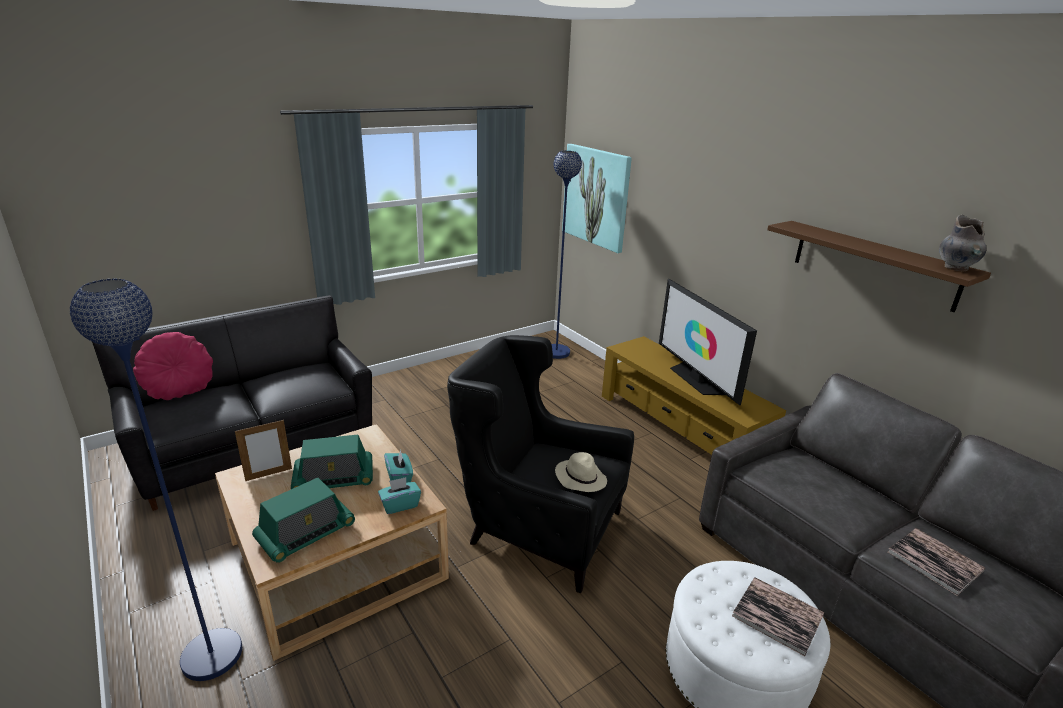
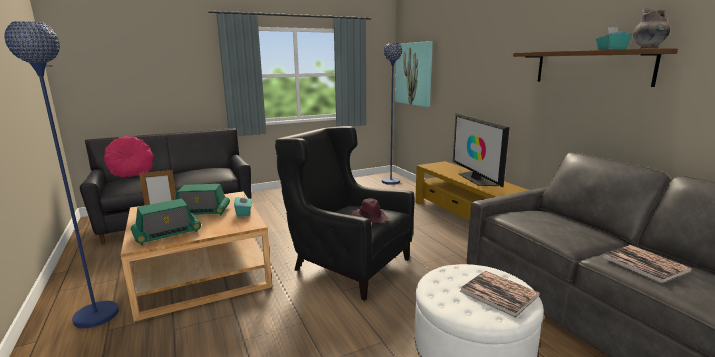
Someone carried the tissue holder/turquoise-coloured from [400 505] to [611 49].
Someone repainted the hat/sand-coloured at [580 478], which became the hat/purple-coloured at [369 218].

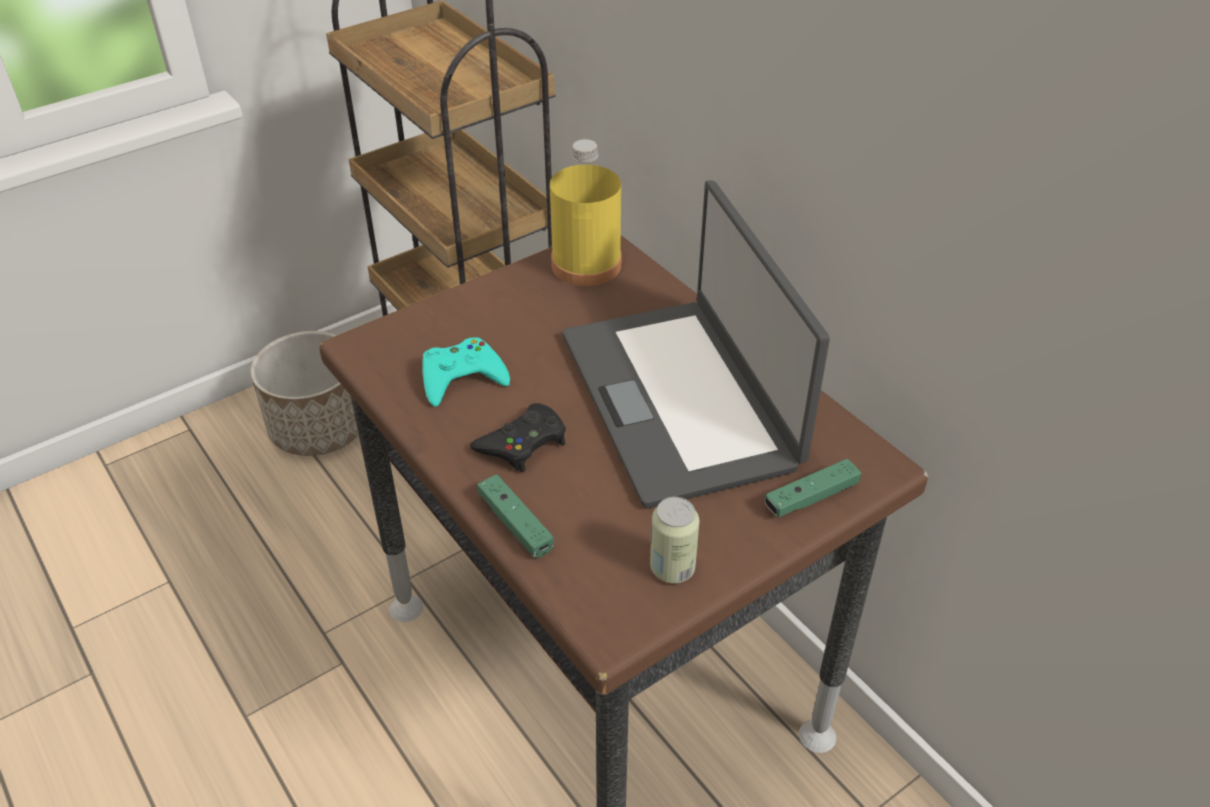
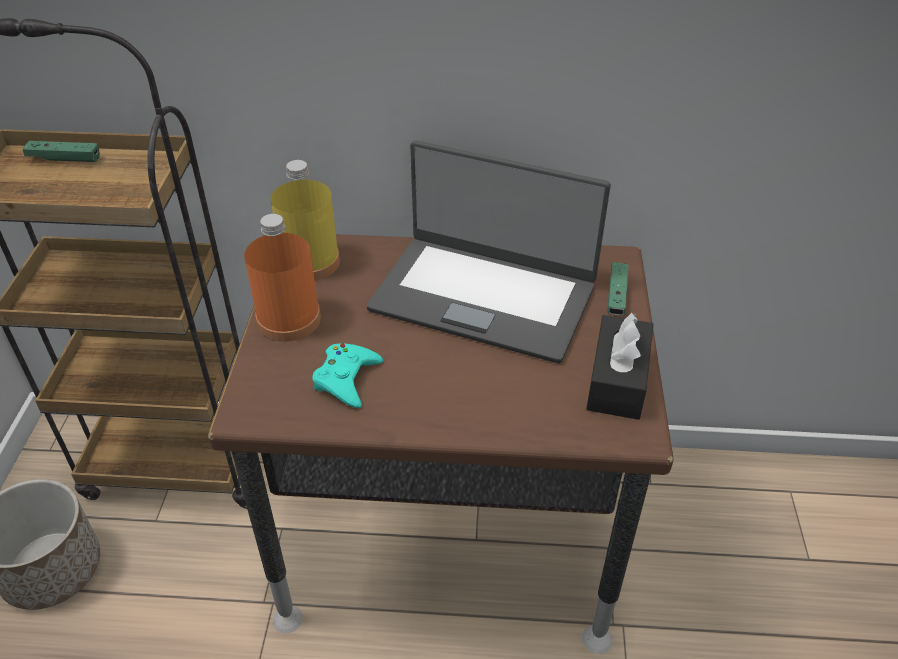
Someone took away the gamepad/black at [523 443].
Someone carried the gamepad/green from [515 524] to [64 159].
Someone swapped the metal can at [672 568] for the tissue holder/black at [617 380].
Someone put down the bottle/orange-coloured at [288 319].

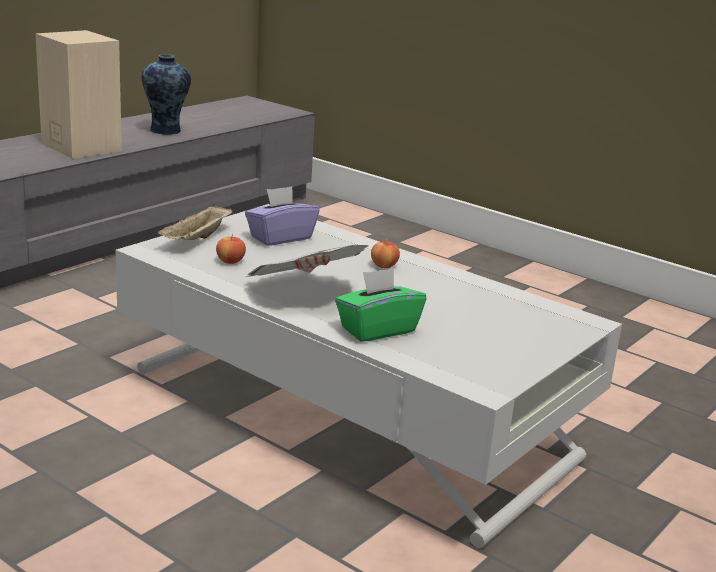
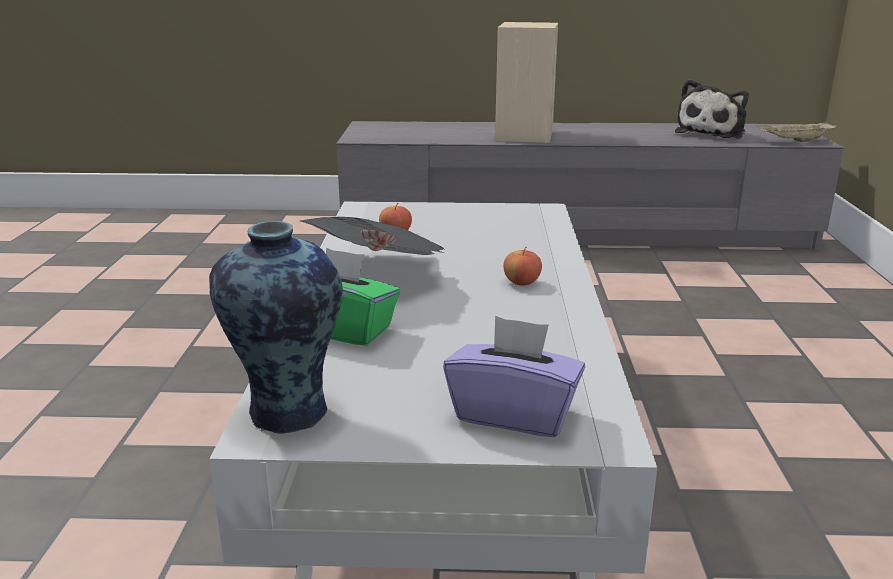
Someone carried the flower vase from [166 131] to [286 414].
Someone carried the tray/sand-coloured from [197 239] to [794 141].
Someone carried the tissue holder/purple-coloured from [280 237] to [514 414].
Someone put down the cuddly toy at [712 133].

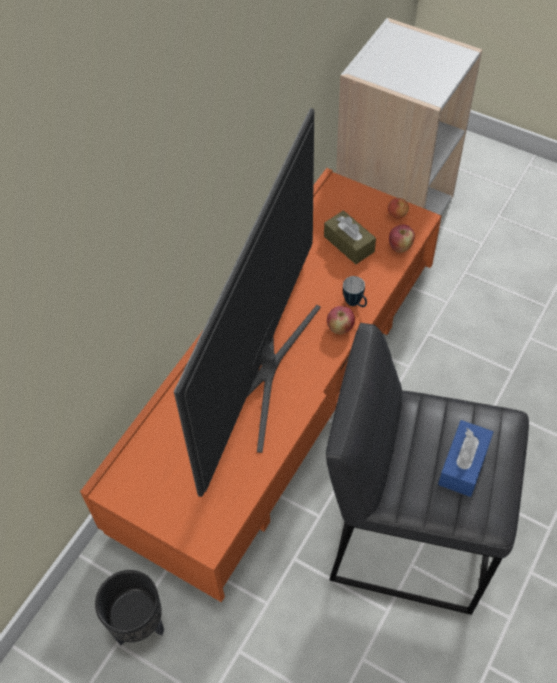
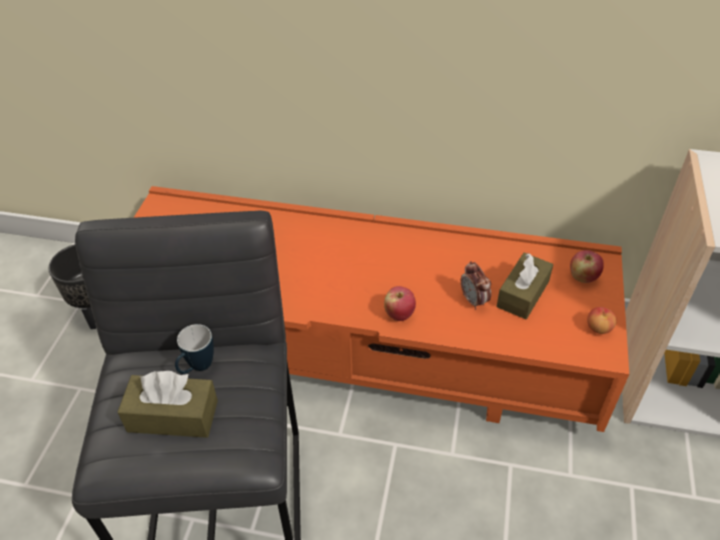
Someone took away the television at [263 367].
Someone carried the coffee mug from [355 304] to [197 368].
Someone carried the apple fruit from [400 247] to [582 277].
Someone repainted the tissue holder/bluish at [463 464], which became the tissue holder/brown at [173 416].
Someone put down the table clock at [473 301].

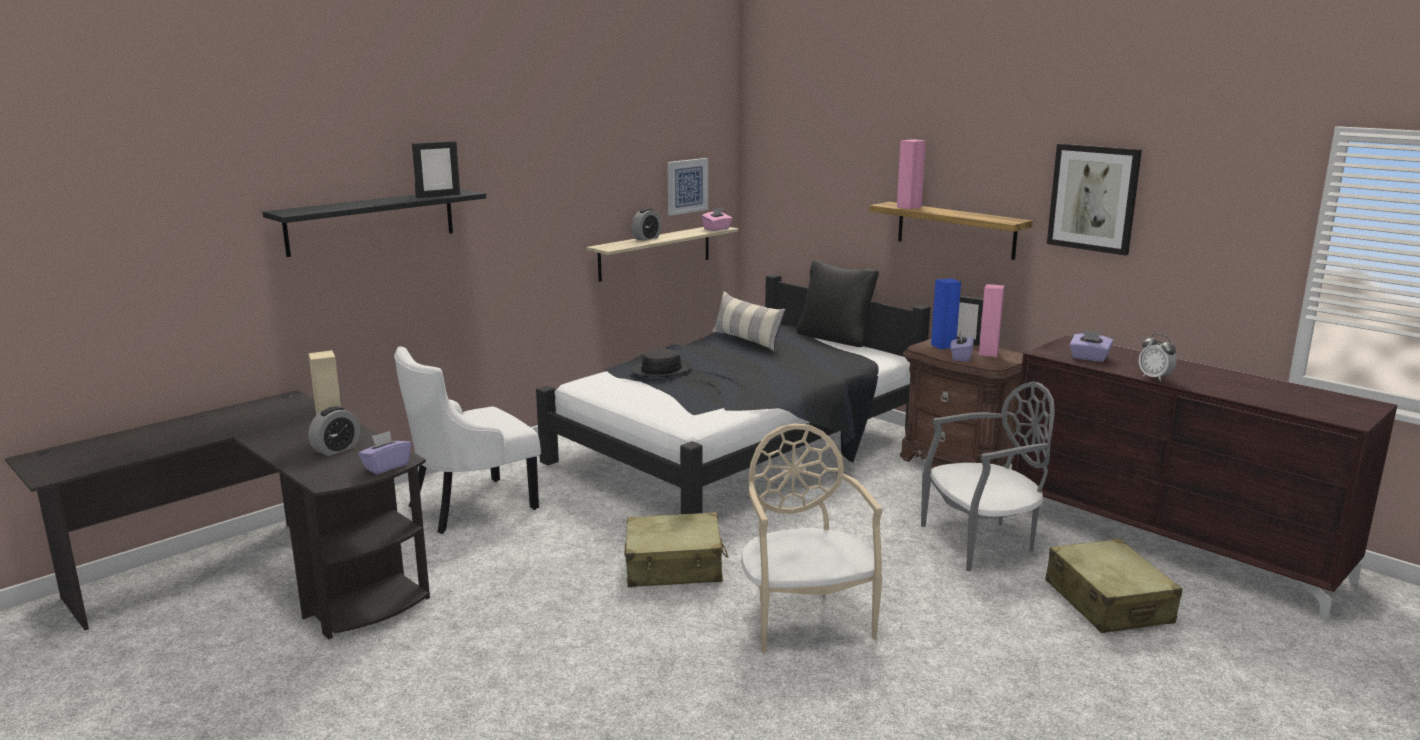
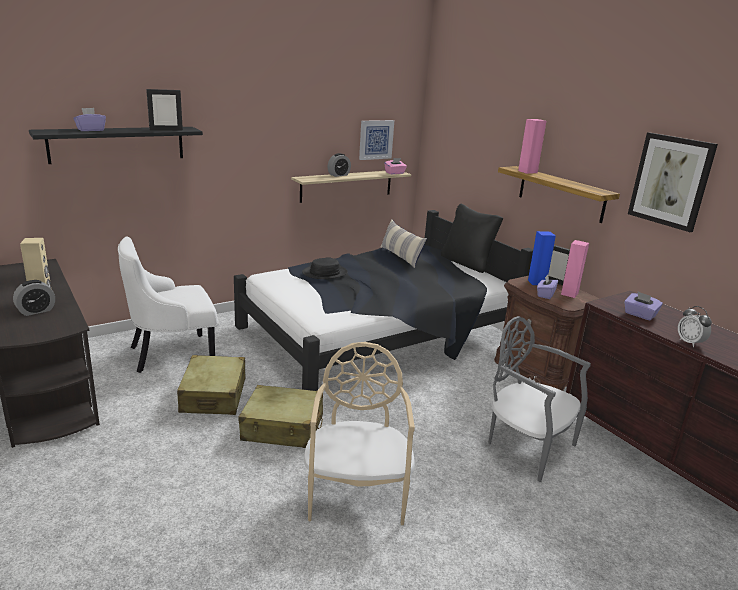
Someone carried the tissue holder/purple-coloured from [386 466] to [90 130].
Someone rotated the plain chair/grey at [982 542] by 135 degrees counterclockwise.
Someone carried the travel case/sand-coloured from [1108 602] to [214 395].

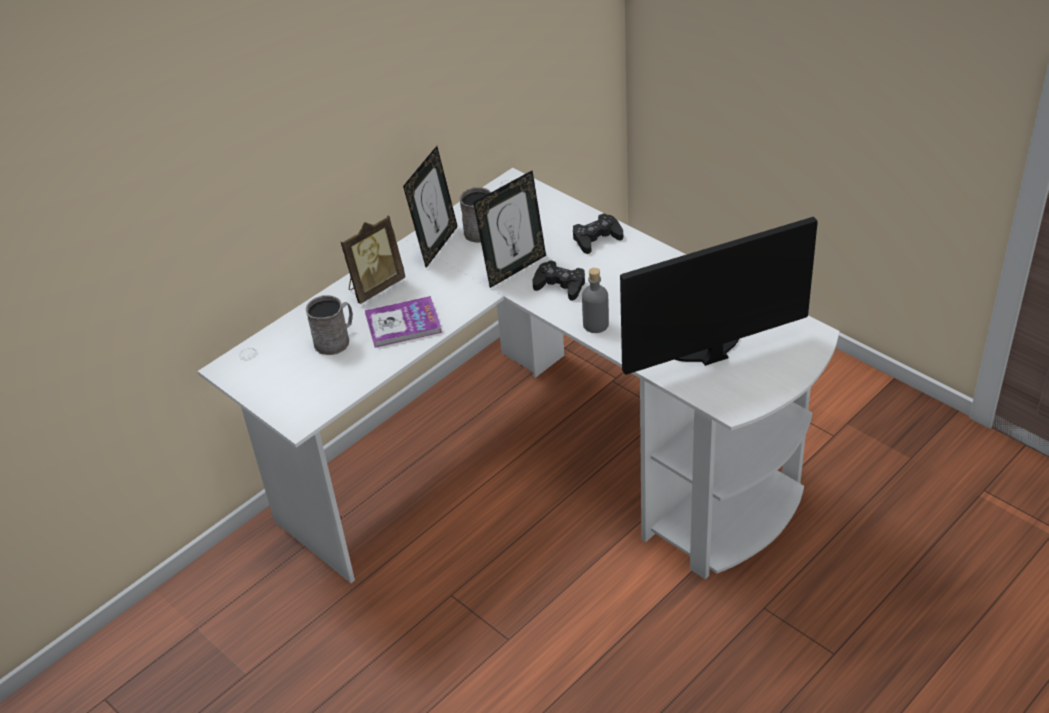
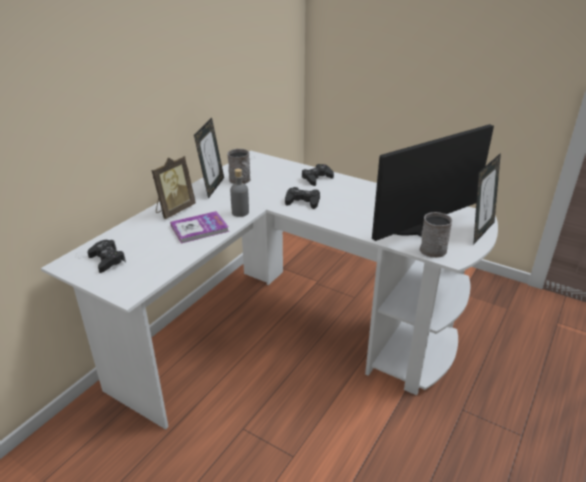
Someone carried the coffee mug/grey from [336 340] to [434 248].
Someone carried the photo frame from [514 268] to [479 231].
Someone carried the bottle/grey from [596 324] to [240 212].
Someone put down the gamepad/black at [107 260].

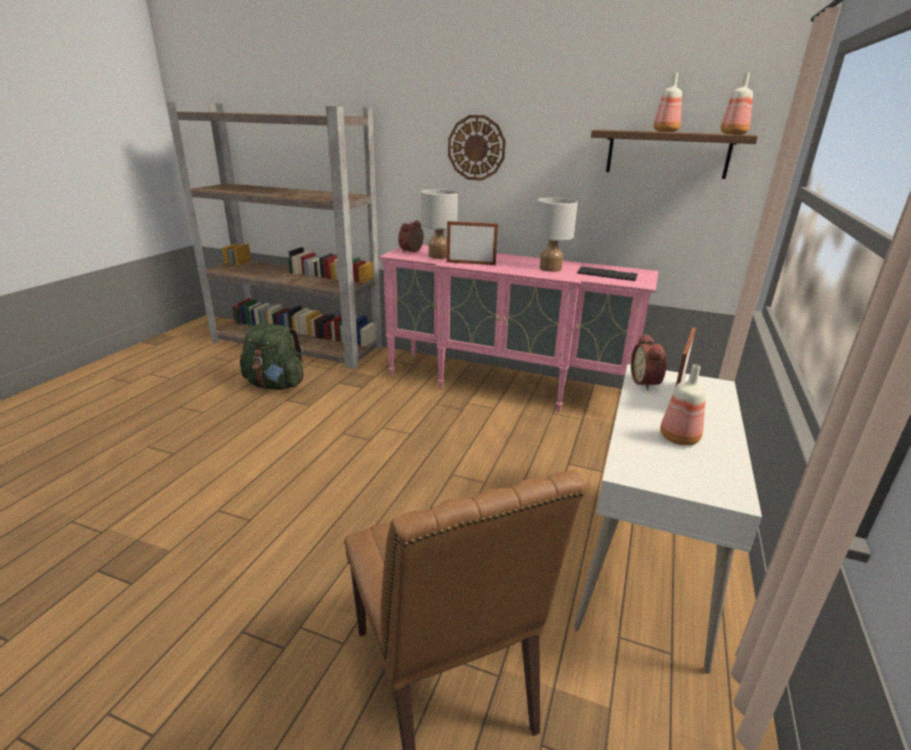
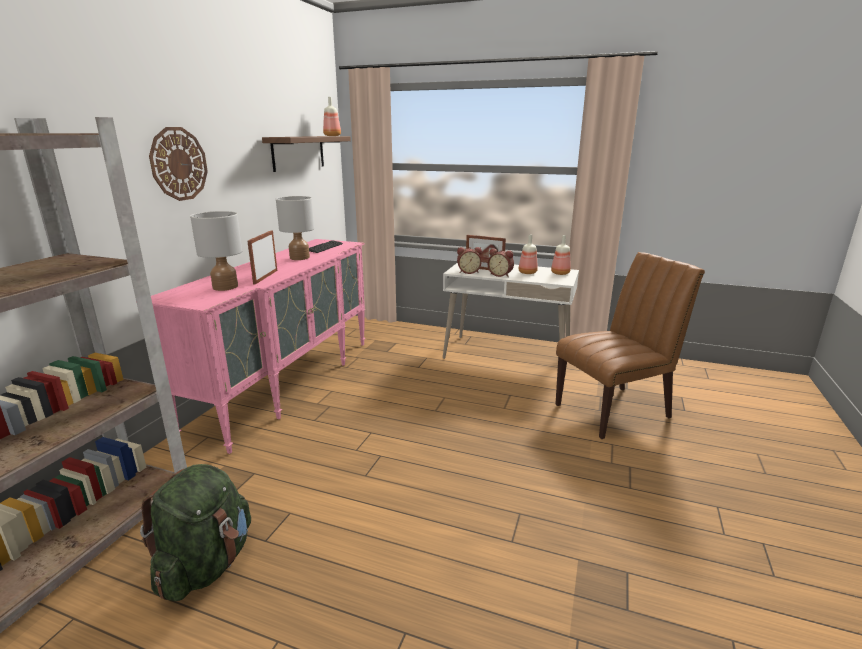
Someone carried the table clock from [412 251] to [500 275].
Someone carried the bottle from [665 131] to [559 273].

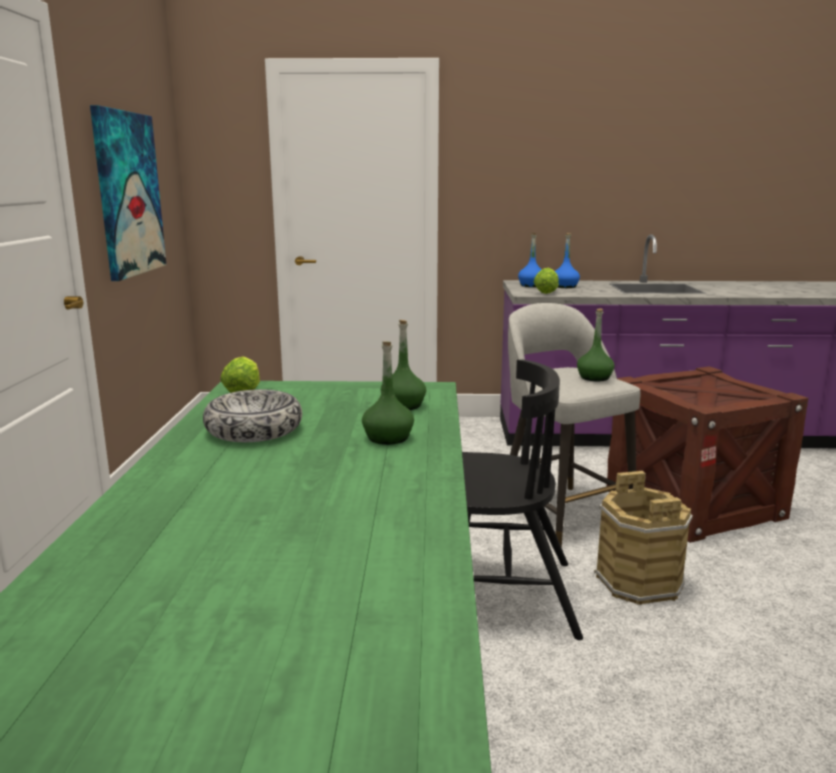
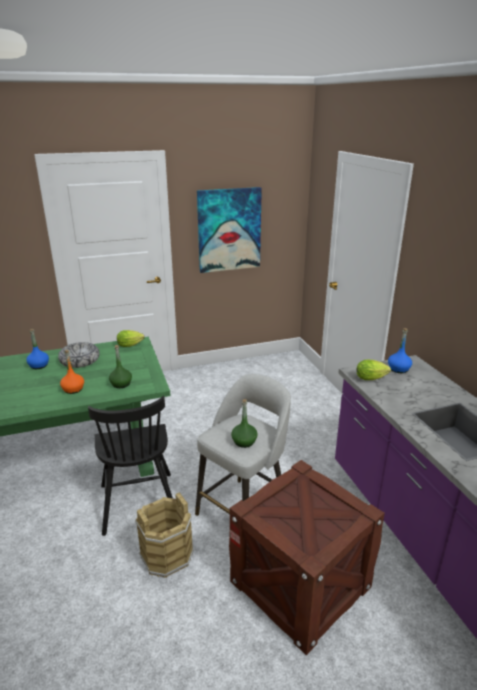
Someone repainted the bottle/green at [388 438], which became the bottle/orange-coloured at [73 389].
Someone carried the bottle/bluish from [565 287] to [39 365].

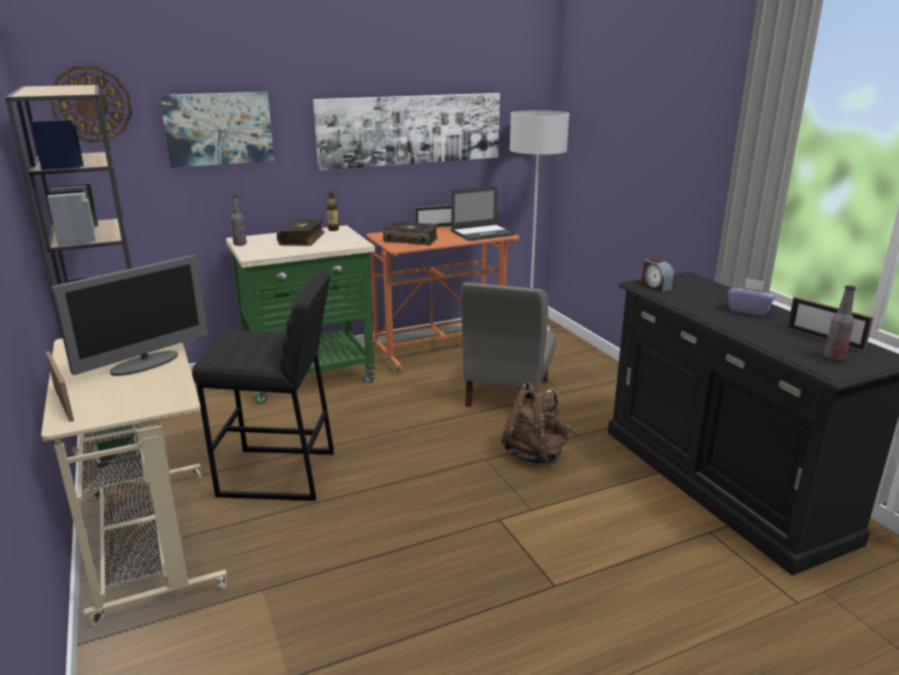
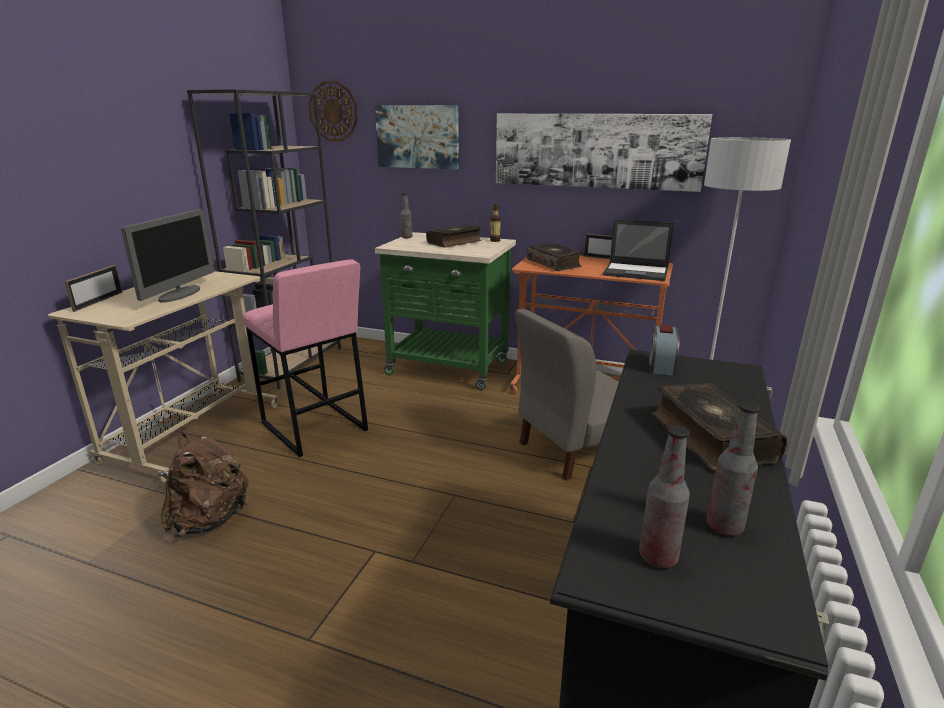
Someone rotated the computer display at [145 364] by 75 degrees counterclockwise.
Someone repainted the sitting stool/black at [280 474], which became the sitting stool/pink-coloured at [315 427].
Someone carried the backpack/brown from [535 454] to [210 520].
Someone swapped the tissue holder/purple-coloured at [748 311] for the volume at [709 437].
Someone swapped the photo frame at [824 339] for the bottle at [724 526].

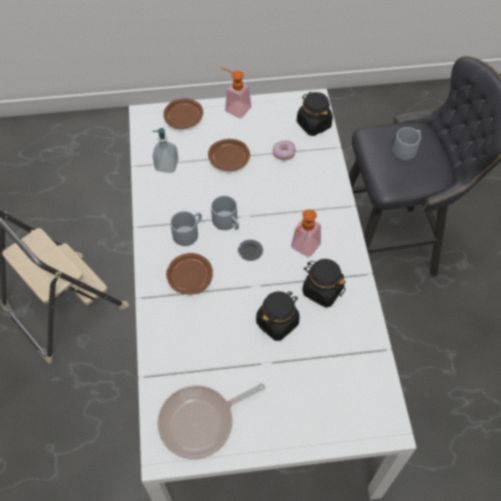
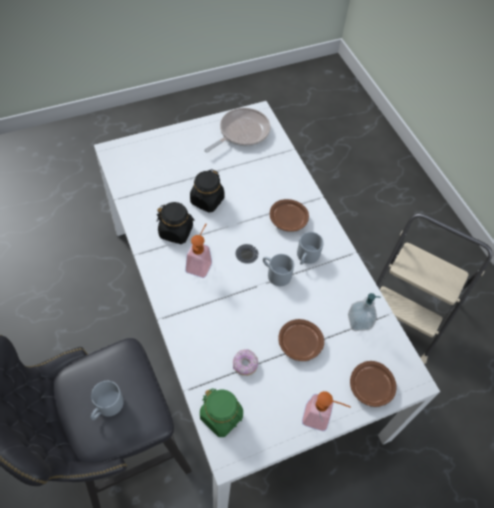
Someone repainted the storage jar/black at [313 124], which became the storage jar/green at [221 416].

